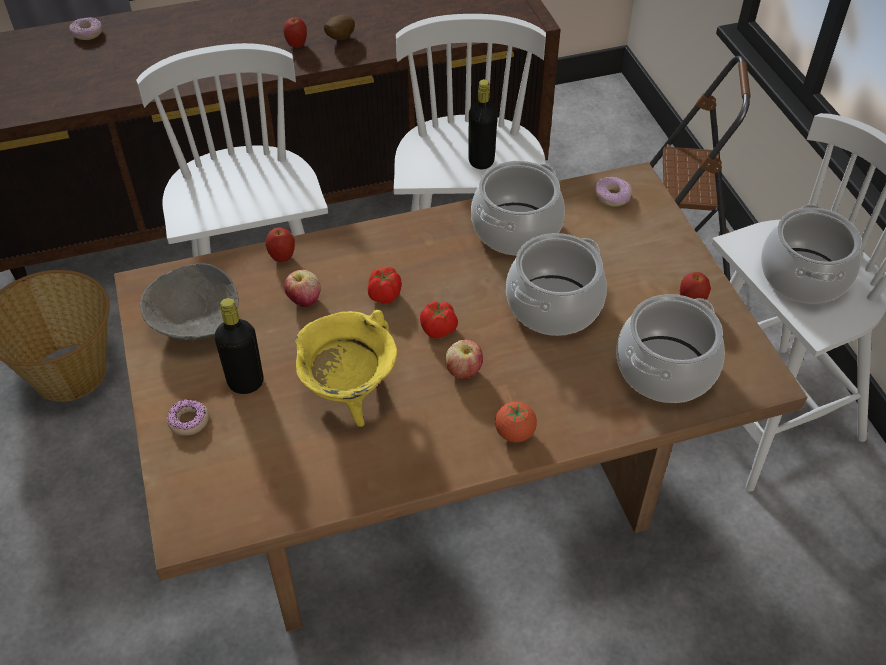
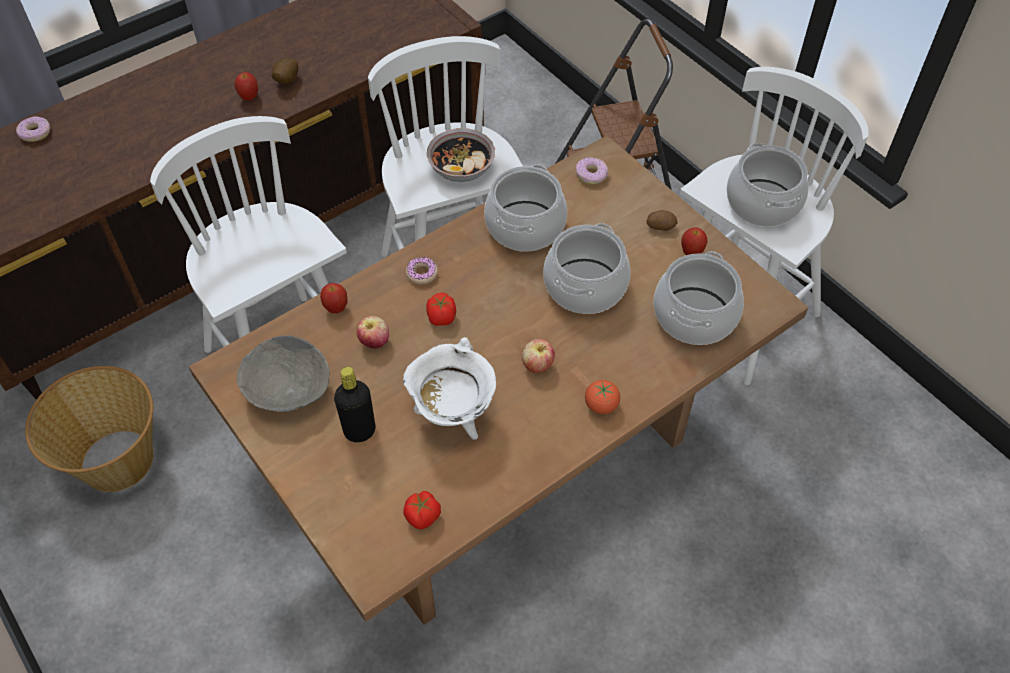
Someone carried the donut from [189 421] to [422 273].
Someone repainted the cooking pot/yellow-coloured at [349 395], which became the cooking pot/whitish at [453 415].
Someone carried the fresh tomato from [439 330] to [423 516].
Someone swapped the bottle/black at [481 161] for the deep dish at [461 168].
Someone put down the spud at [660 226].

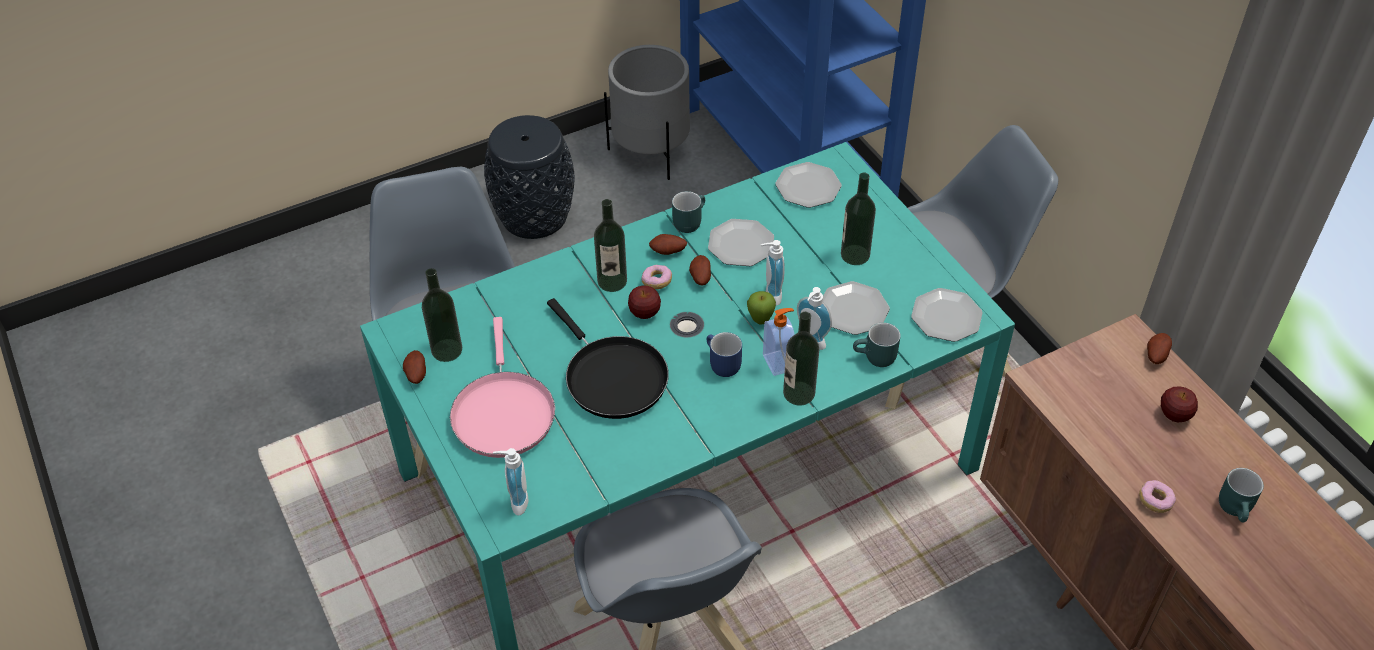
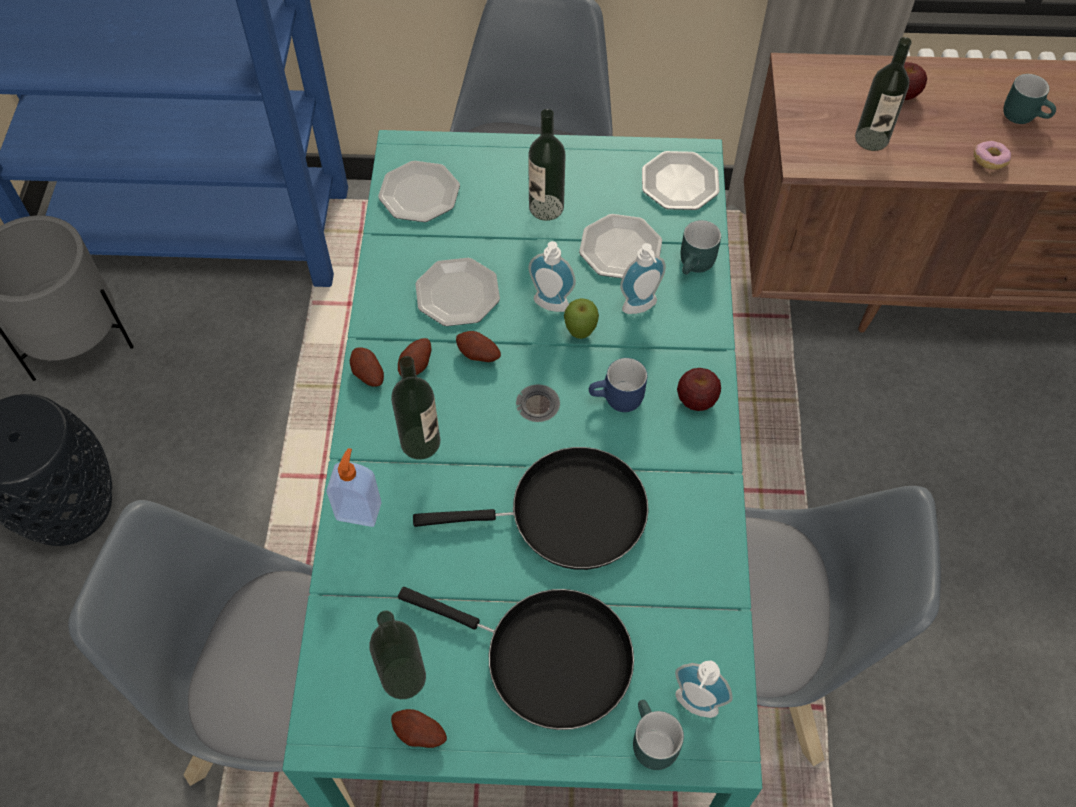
Someone repainted the pan/pink-coloured at [503 412], which became the pan/black at [548 658].
Someone carried the apple fruit from [644 313] to [696 400].
Someone took away the donut at [657 282].
Someone carried the coffee mug/turquoise-coloured from [688 221] to [649 742].
Someone carried the soap dispenser from [778 362] to [359 510].
Someone carried the bottle from [799 393] to [871 139].
Someone carried the spud from [1155 355] to [367 375].

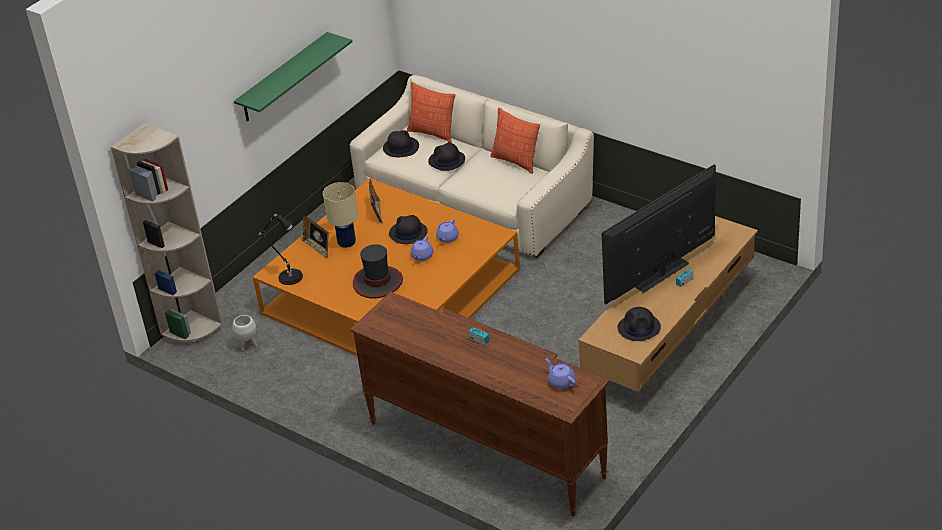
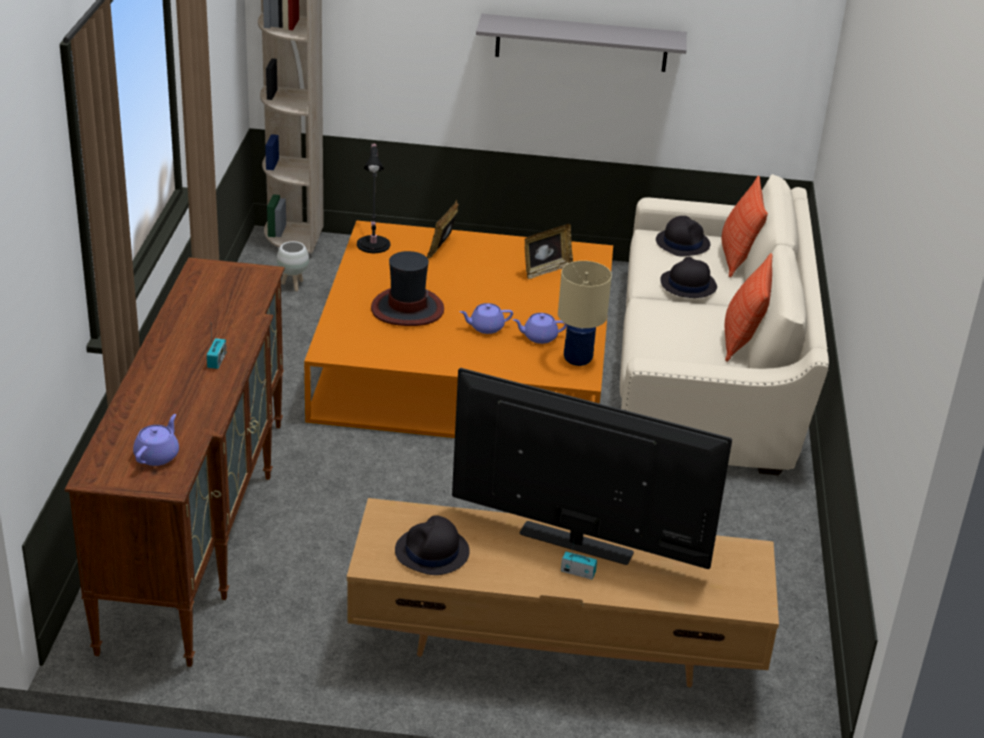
Someone repainted the bracket shelf/green at [283 78], which became the bracket shelf/grey at [581 43].
Someone carried the table lamp/sand-coloured from [346 243] to [578 360].
Someone took away the hat/black at [408 233].

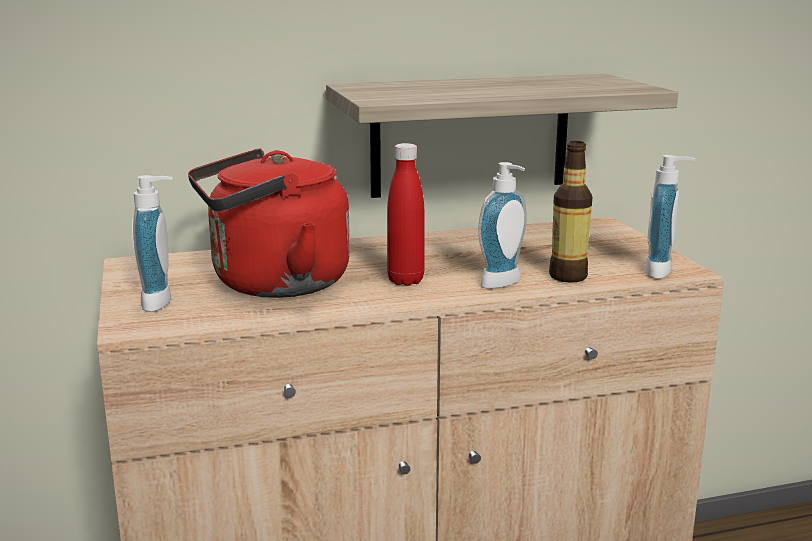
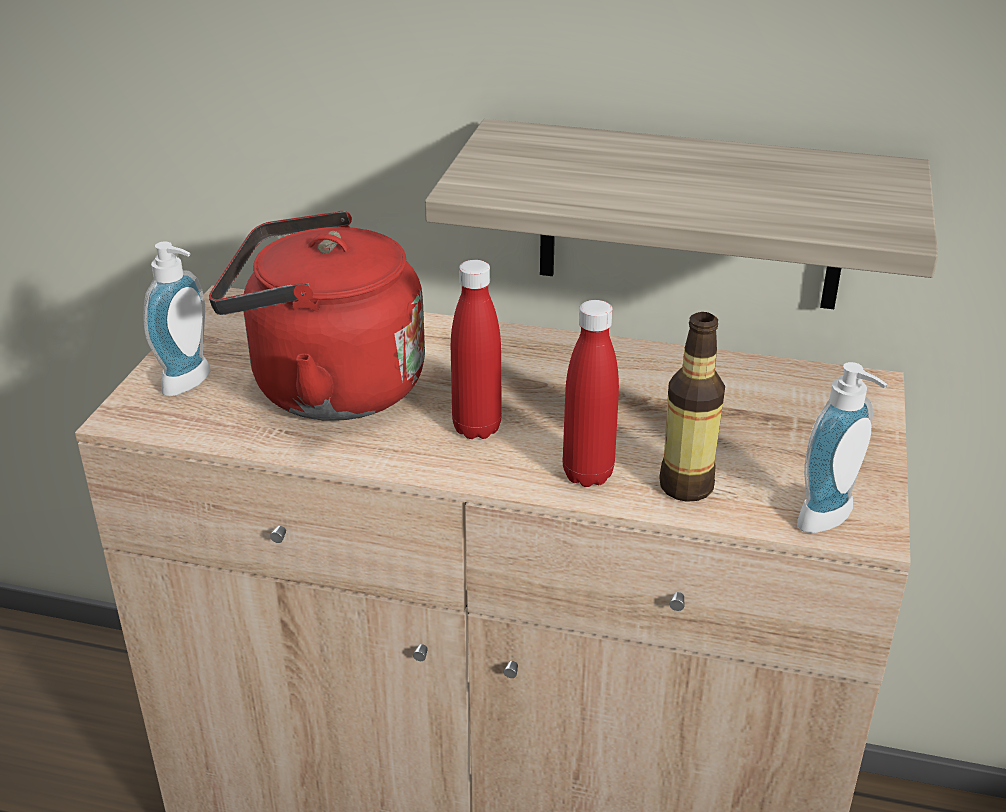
Someone swapped the soap dispenser at [505 284] for the bottle/red-coloured at [587 474].

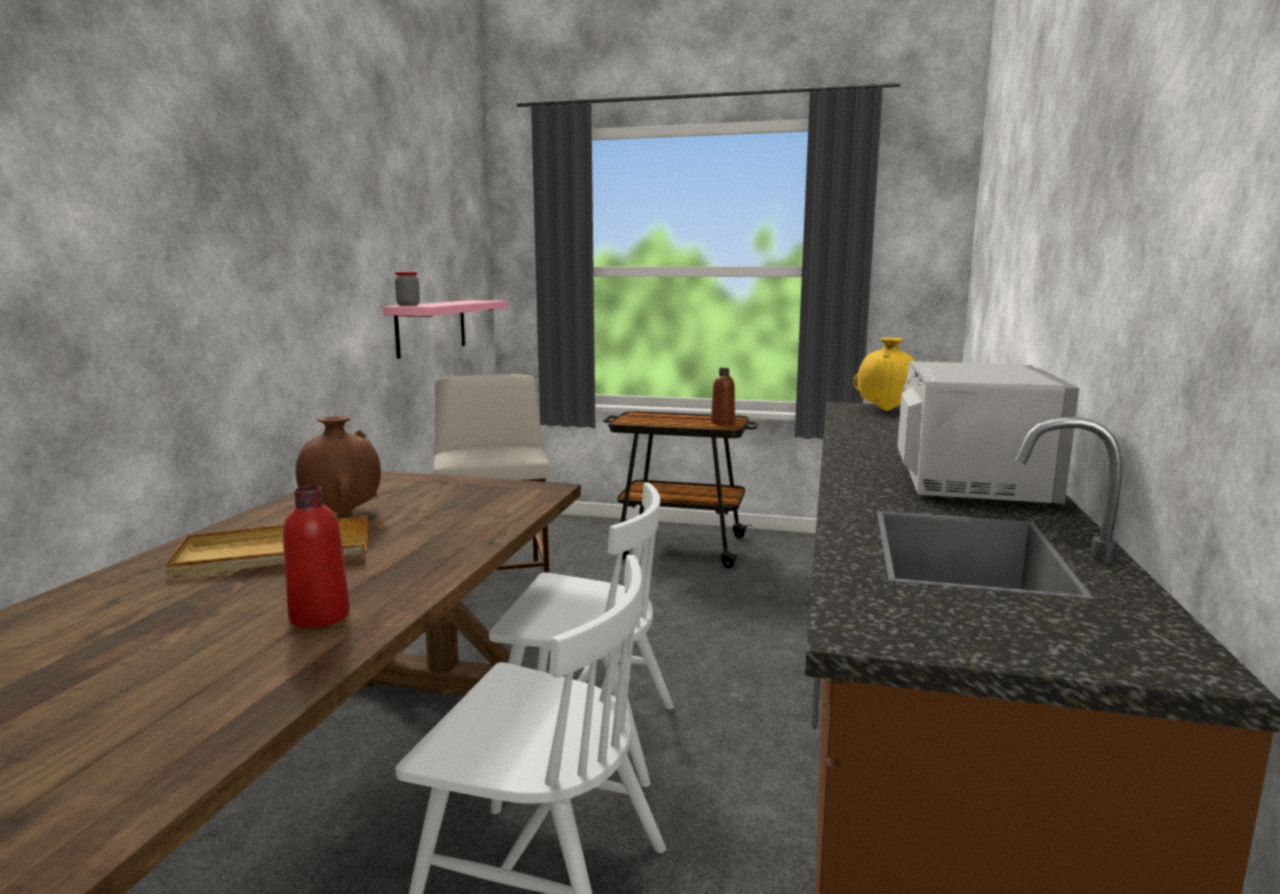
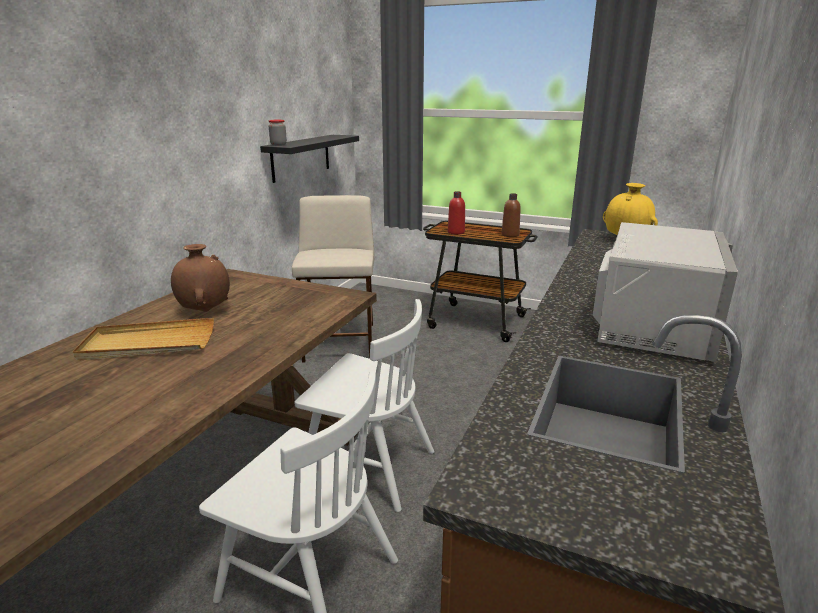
Someone carried the bottle/red-coloured from [319 616] to [456 232].
Someone repainted the bracket shelf/pink-coloured at [431 327], which became the bracket shelf/black at [301 157].

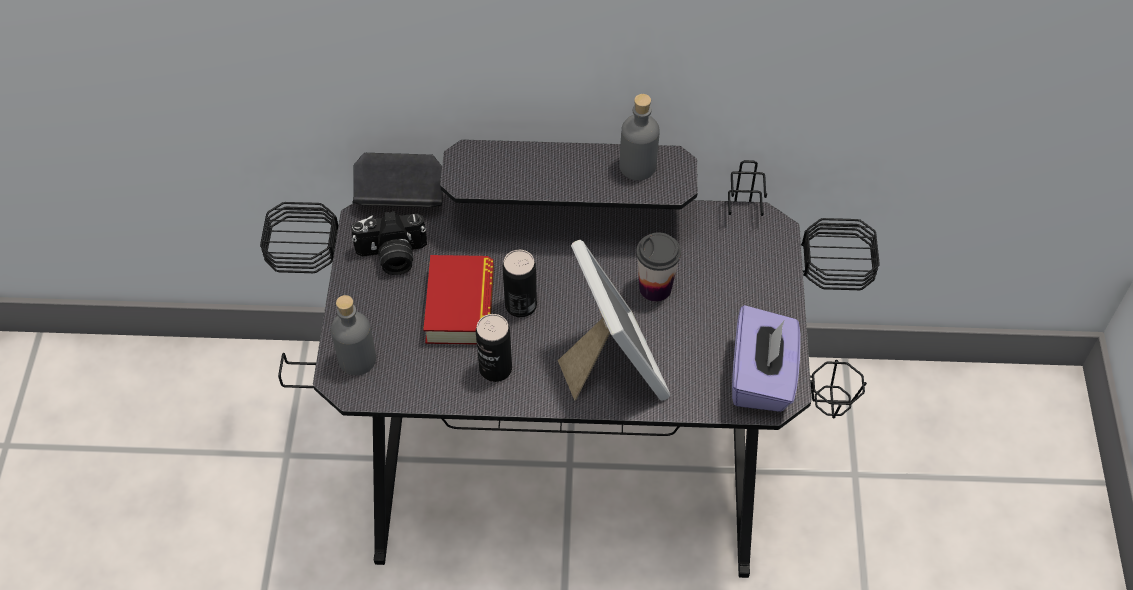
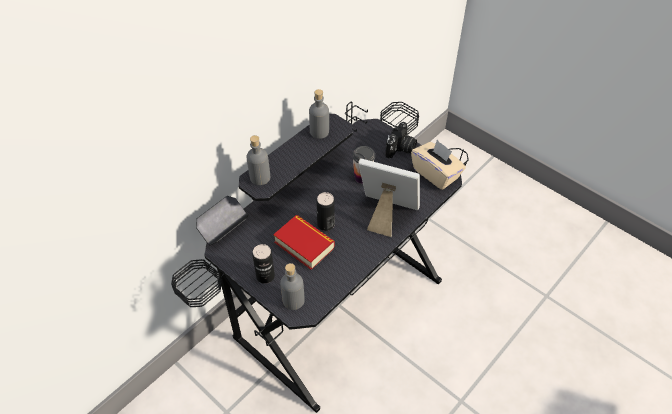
Someone carried the photo camera from [392 256] to [401 149].
Someone carried the metal can from [495 368] to [265 276].
Someone repainted the tissue holder/purple-coloured at [762 377], which became the tissue holder/sand-coloured at [436 174].
Someone put down the bottle/grey at [260 177].

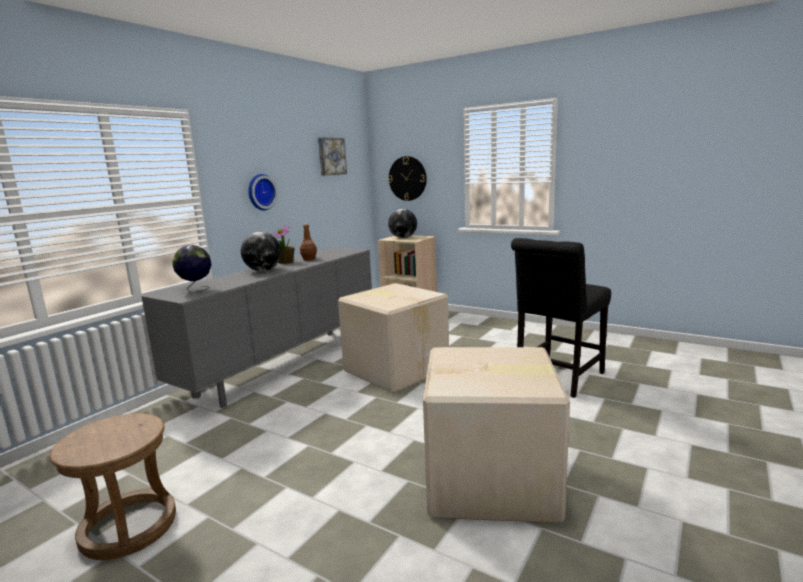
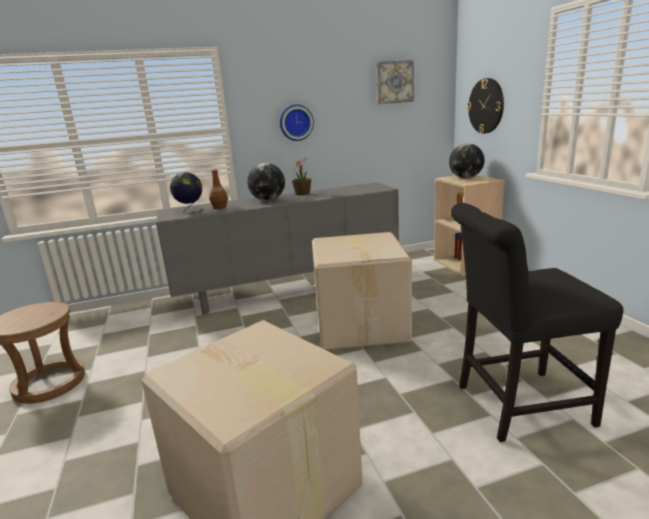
Someone carried the bottle/brown from [309 259] to [220 207].

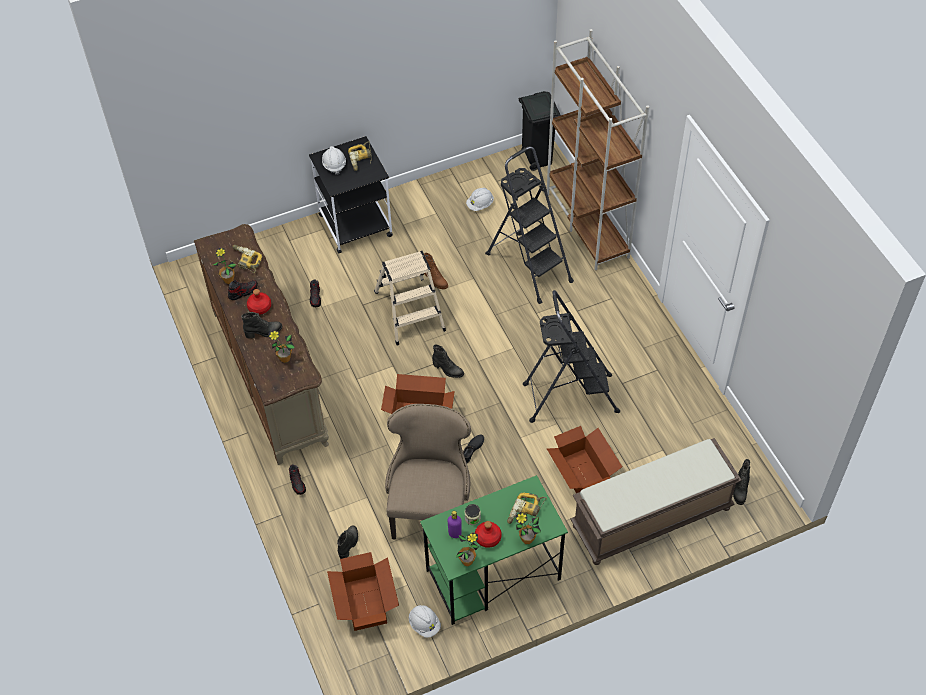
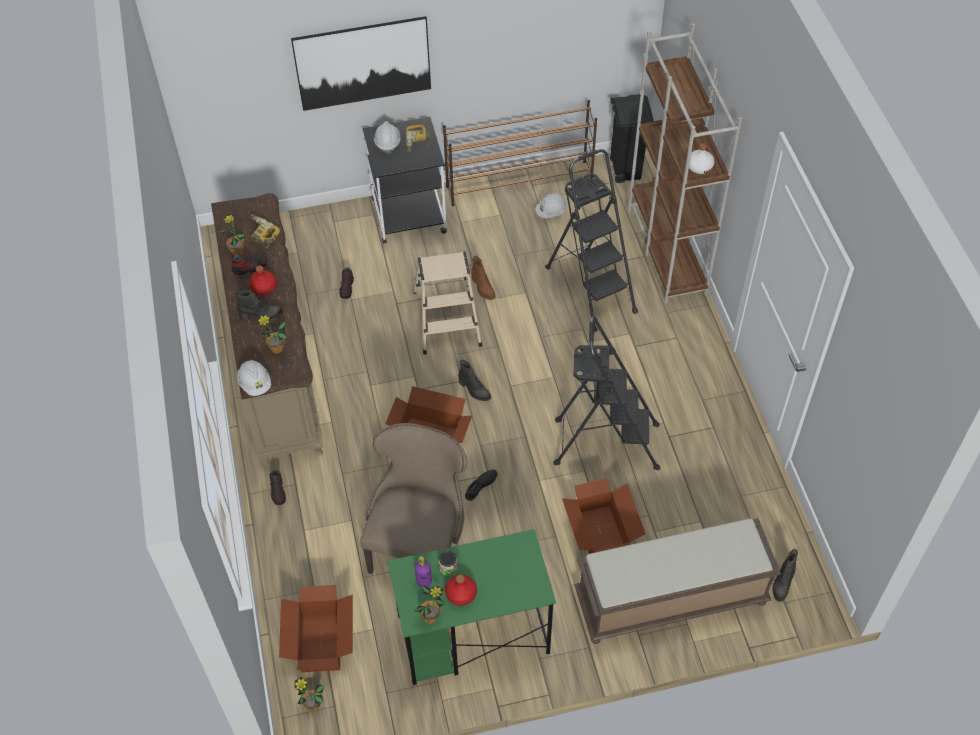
Someone took away the tall boot/black at [349 544].
Someone carried the safety helmet/whitish from [424 624] to [255 383].
Someone took away the electric drill at [526 512].
Someone carried the plant in a pot from [527 539] to [313 705].
Someone put up the wall art at [363 63].
Someone put down the shoe rack/brown at [520 183].
Someone put down the bottle/whitish at [699 166].

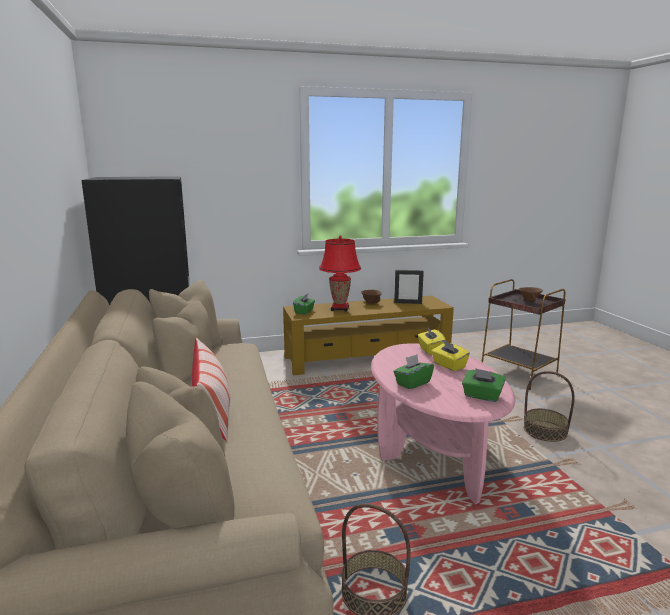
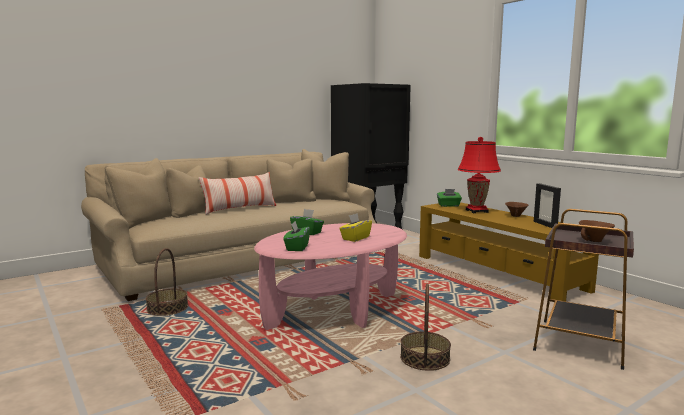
Someone took away the tissue holder/yellow-coloured at [430 350].

